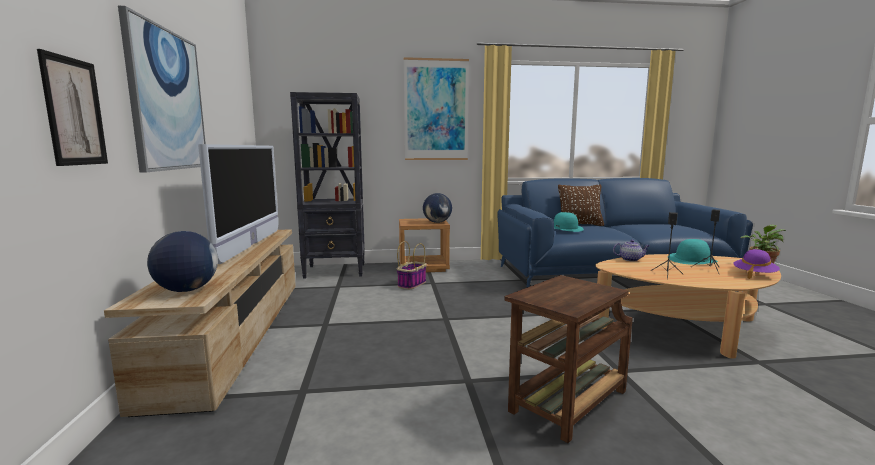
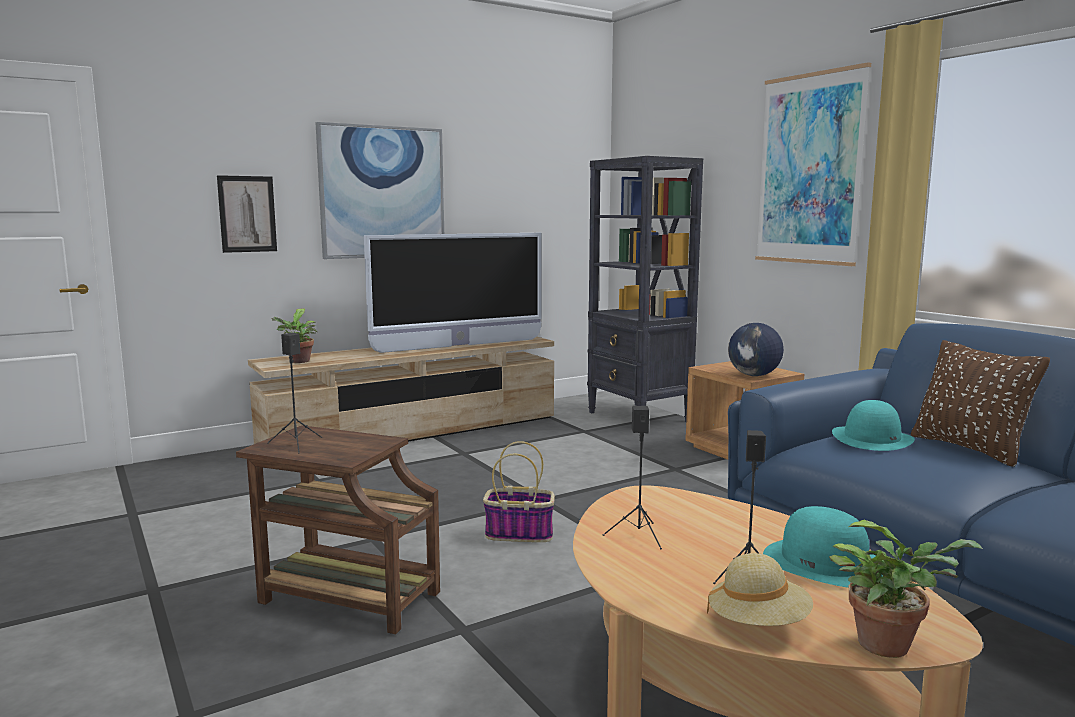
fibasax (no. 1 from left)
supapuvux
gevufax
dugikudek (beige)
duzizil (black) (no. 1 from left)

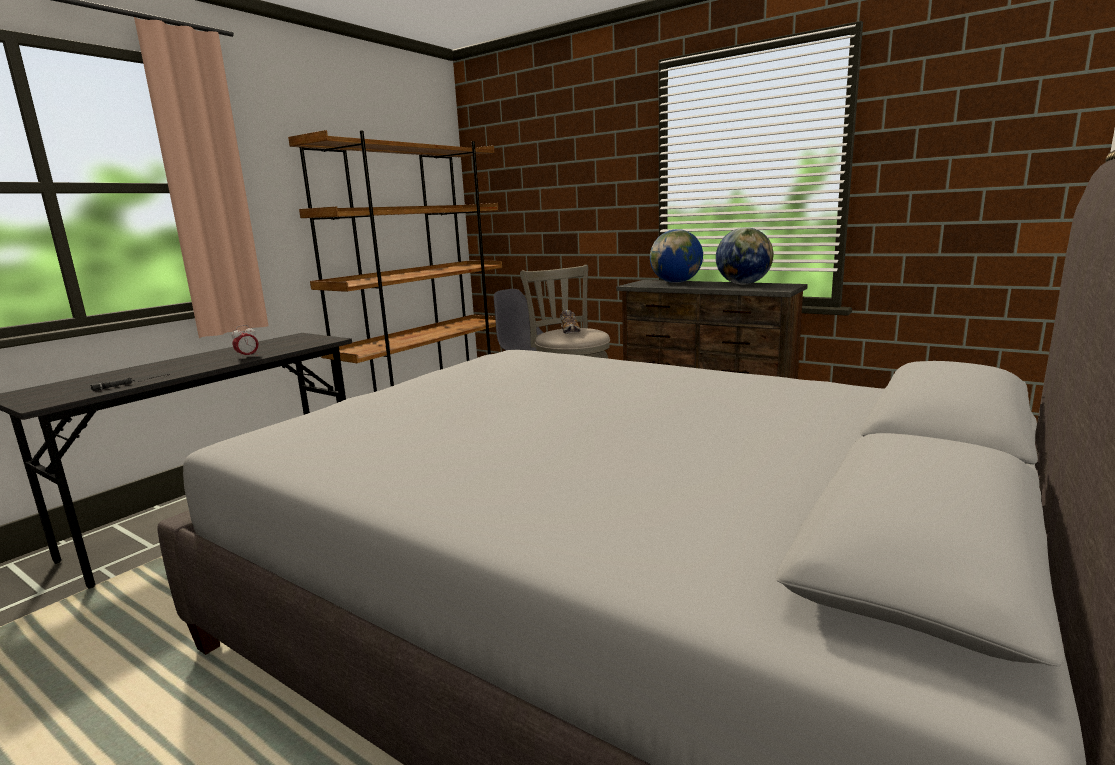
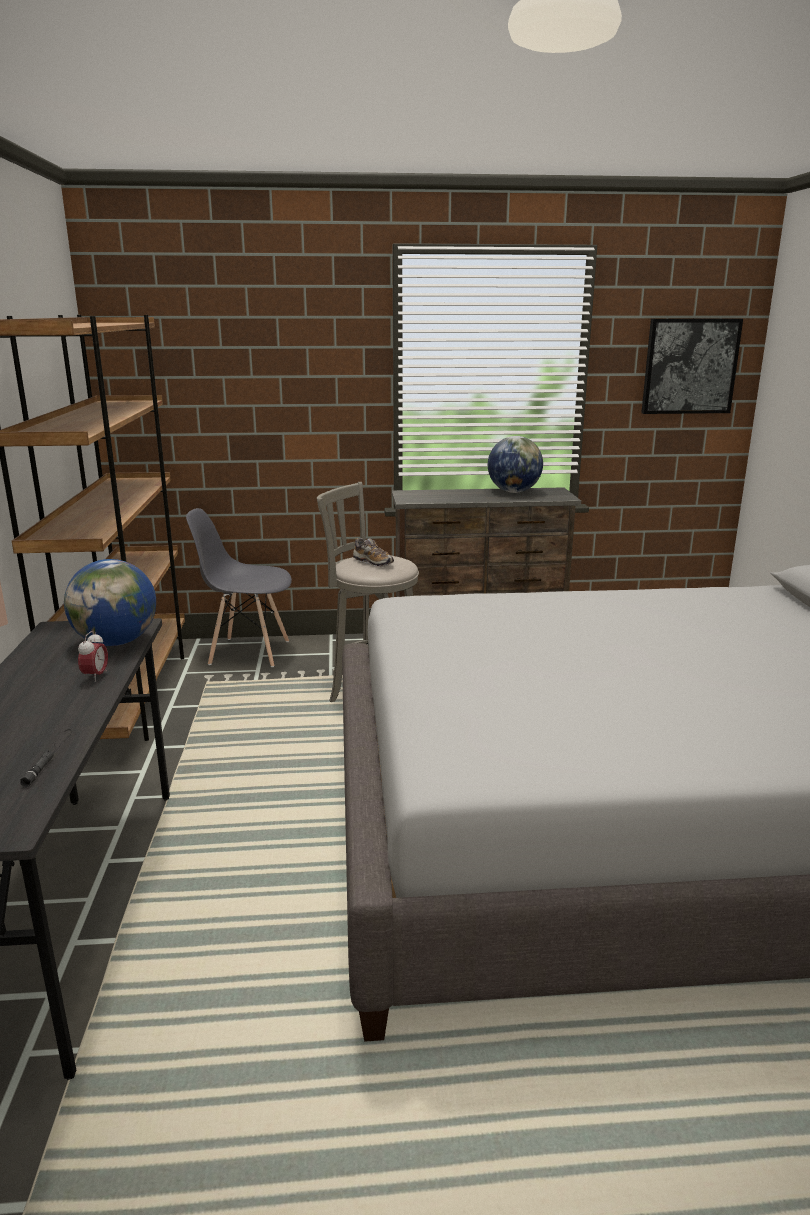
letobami (no. 1 from left)
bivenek

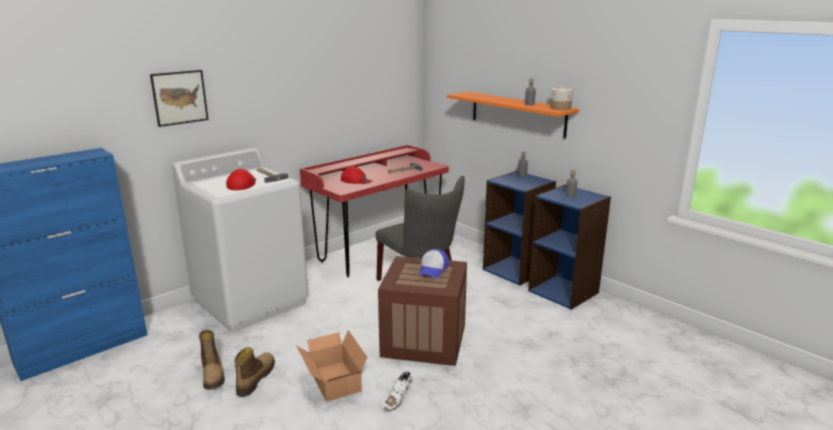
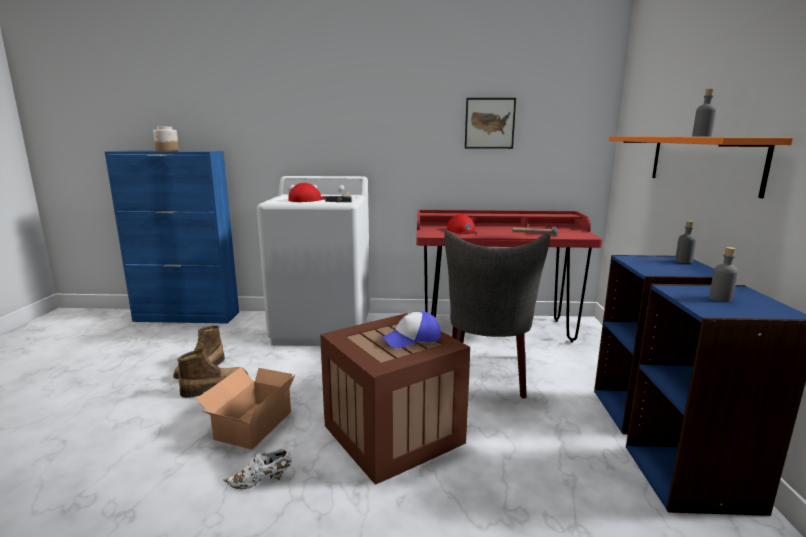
bivenek
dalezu

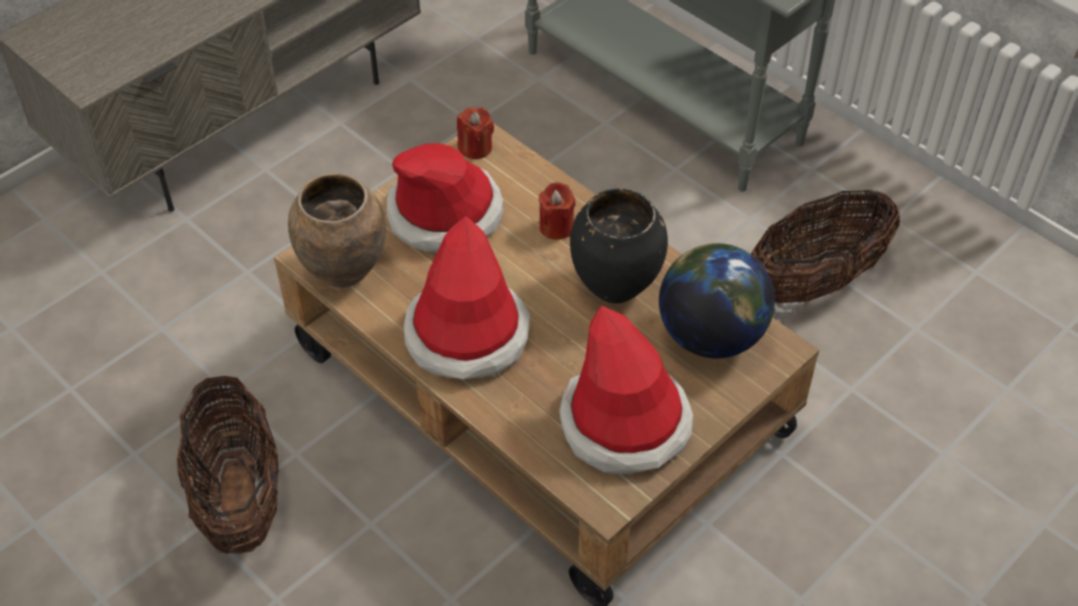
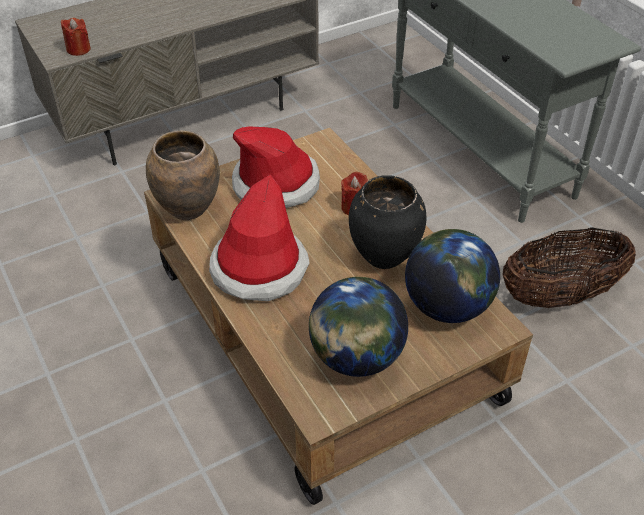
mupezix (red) (no. 1 from left)
letobami (no. 1 from left)
gevufax (no. 1 from left in the first image)

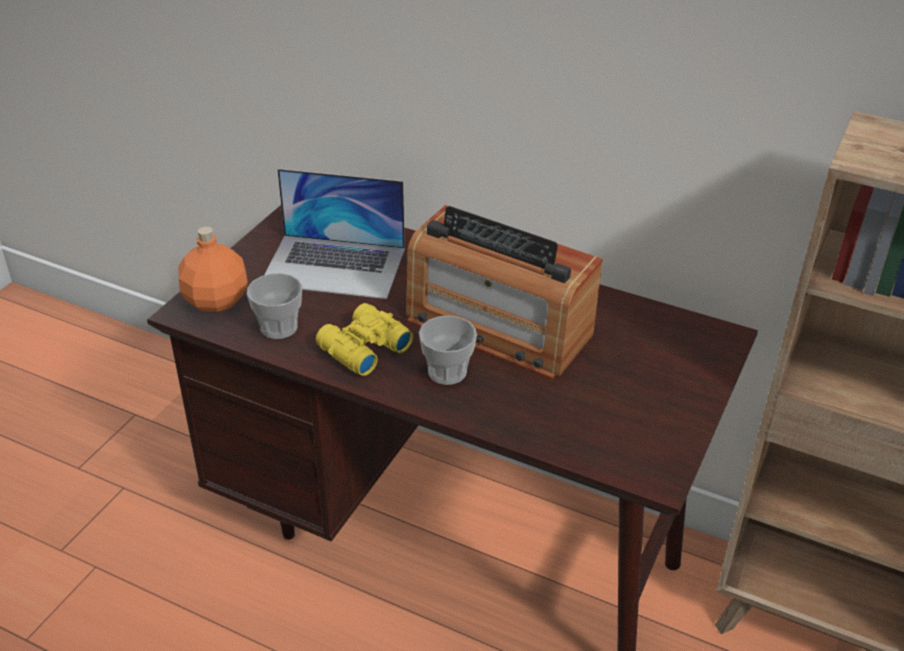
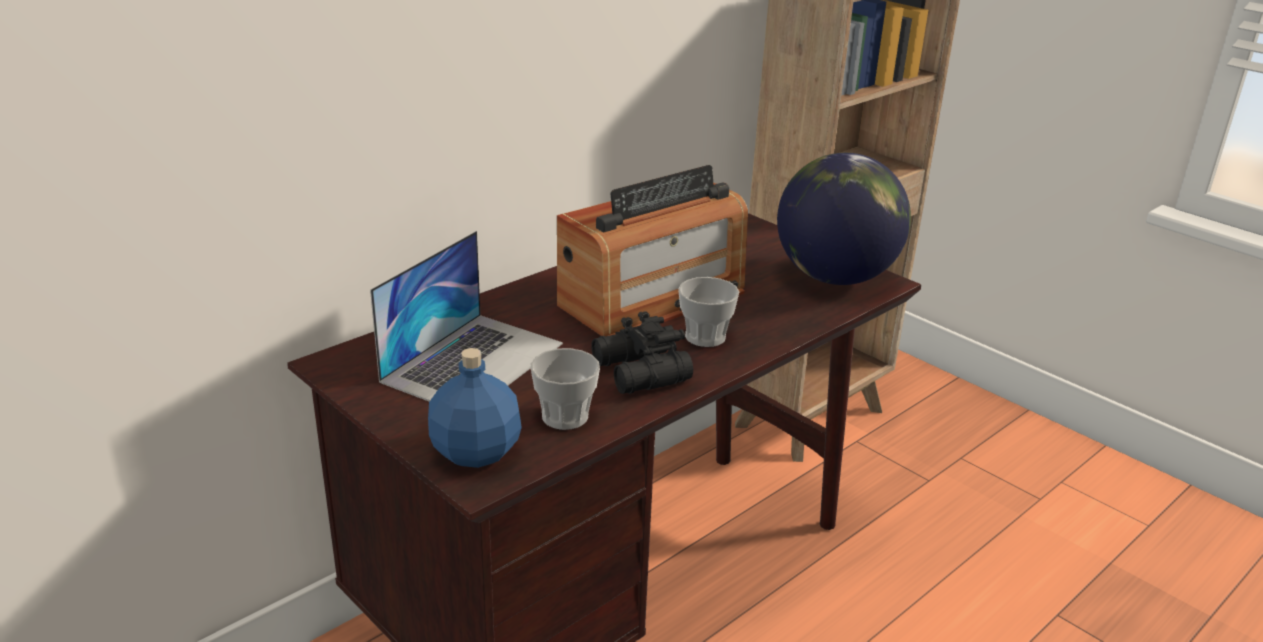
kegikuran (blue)
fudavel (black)
letobami

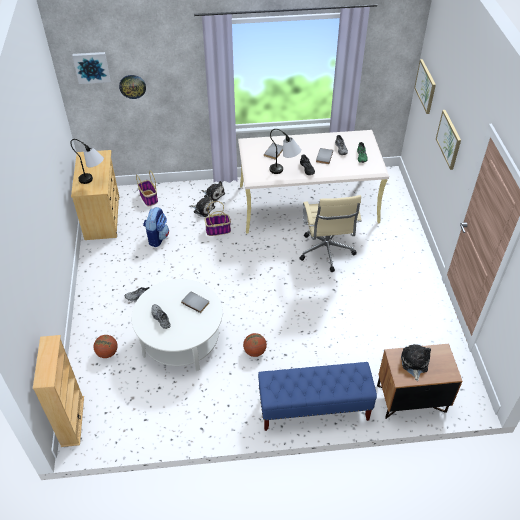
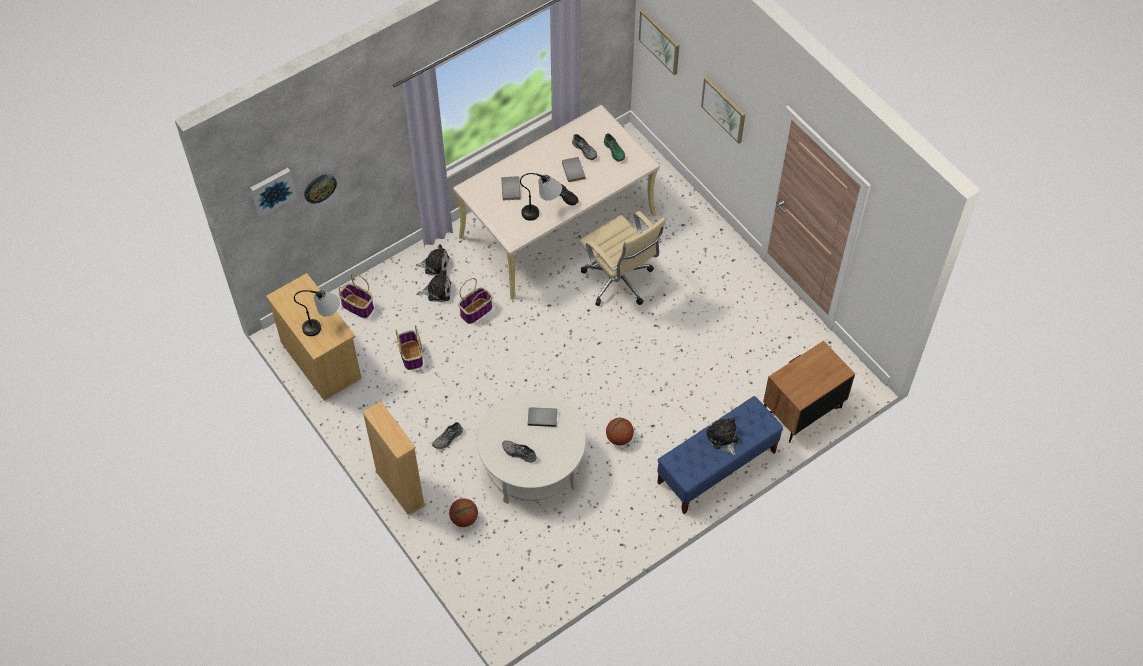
gevufax (no. 2 from left)
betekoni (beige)
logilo (no. 3 from left)

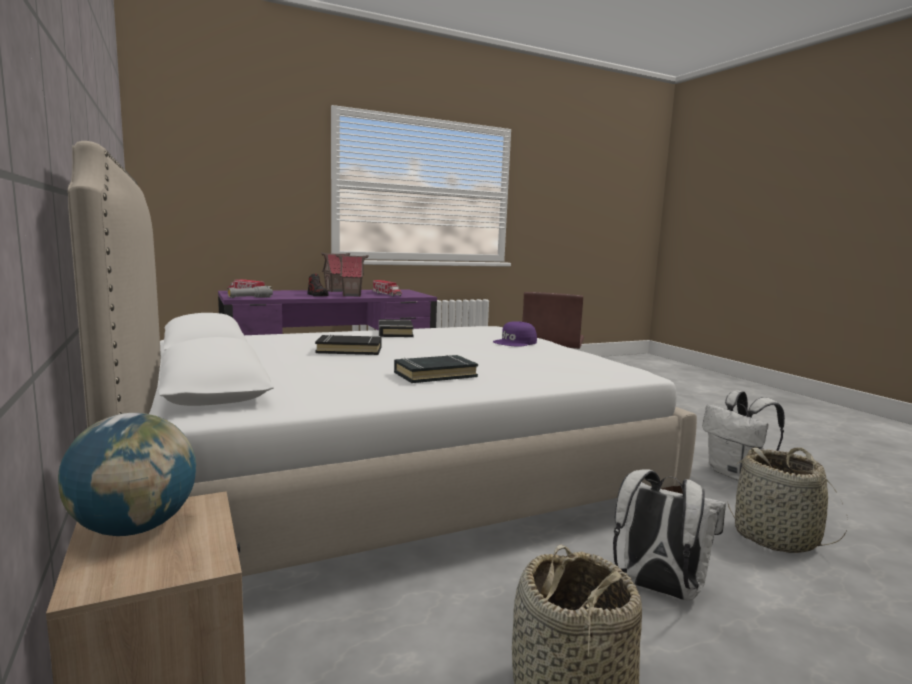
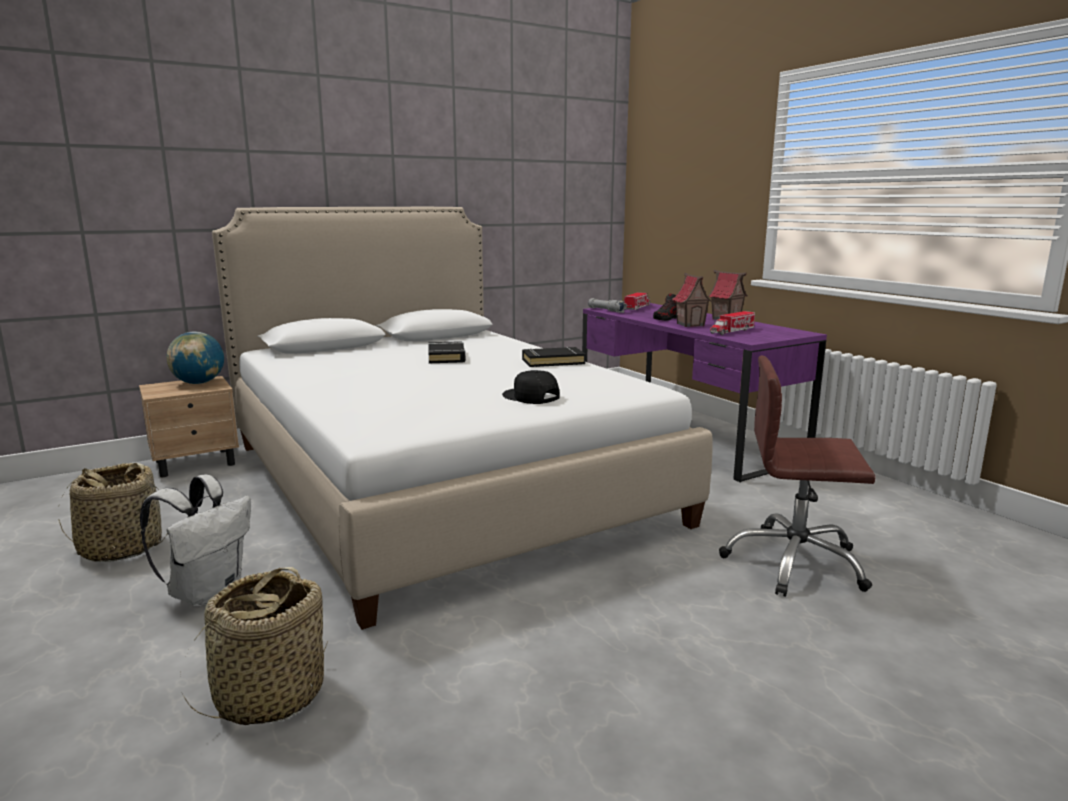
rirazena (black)
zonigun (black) (no. 3 from left in the first image)
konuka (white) (no. 2 from left in the first image)

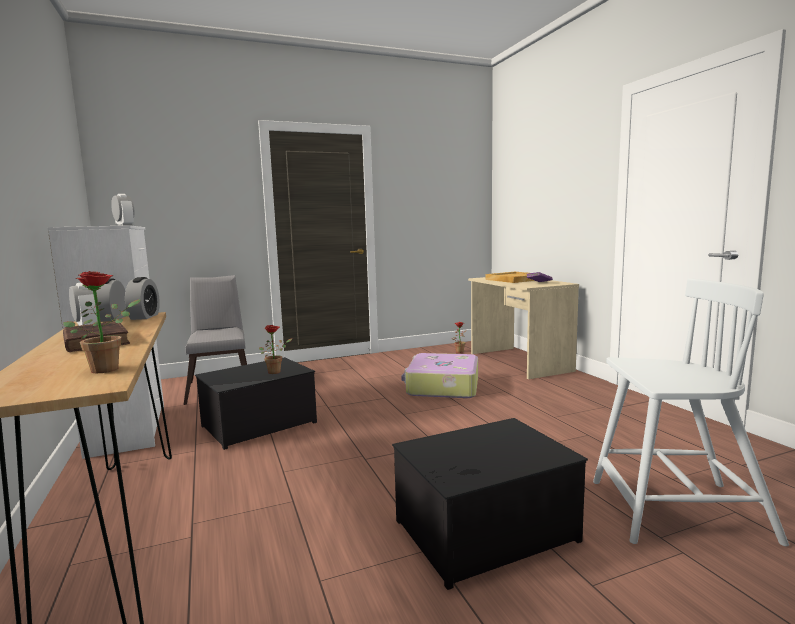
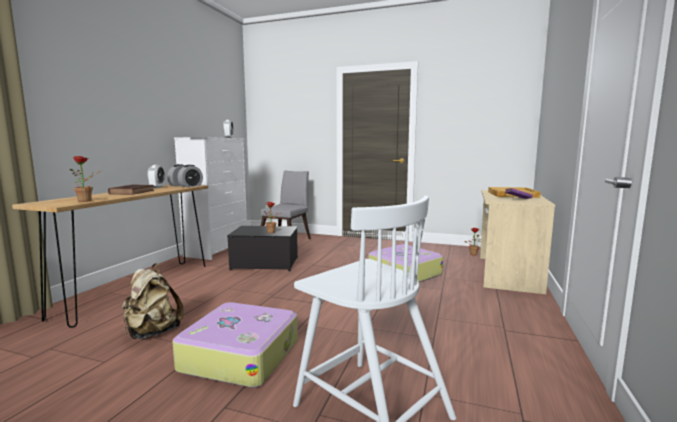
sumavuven (no. 1 from left)
konuka (beige)

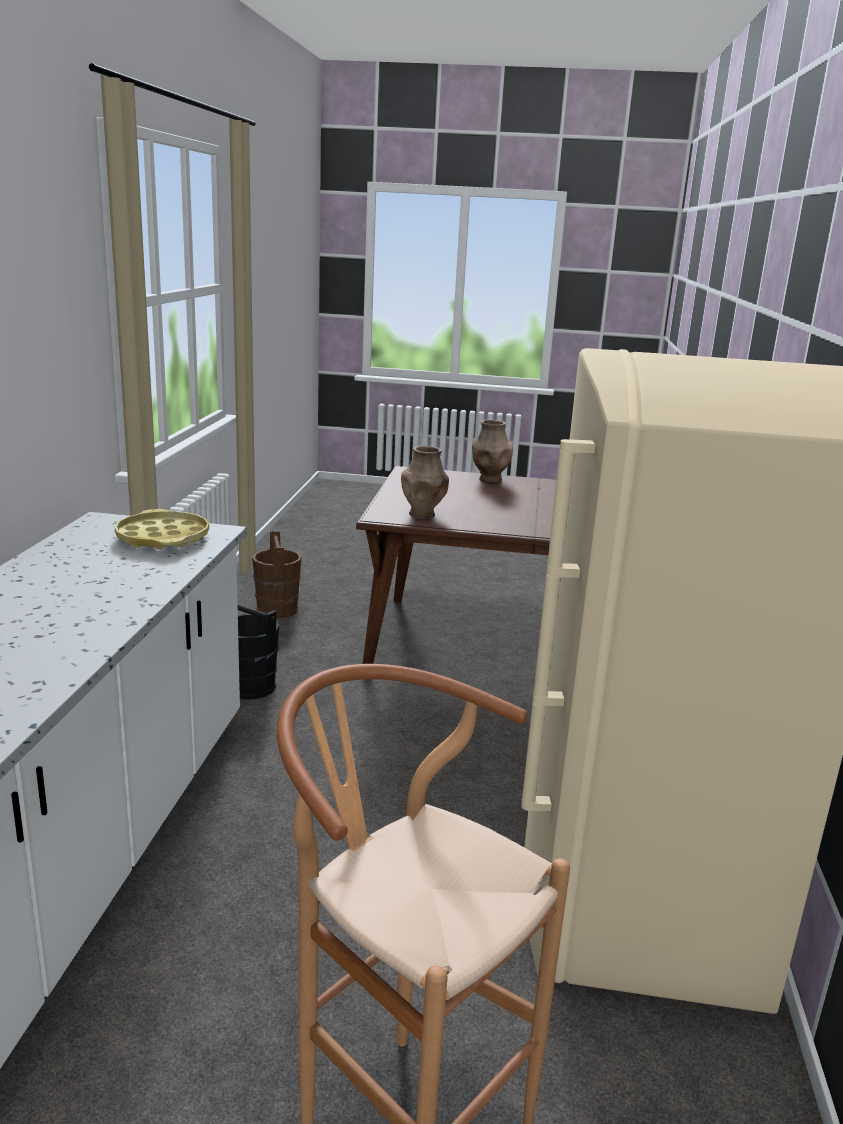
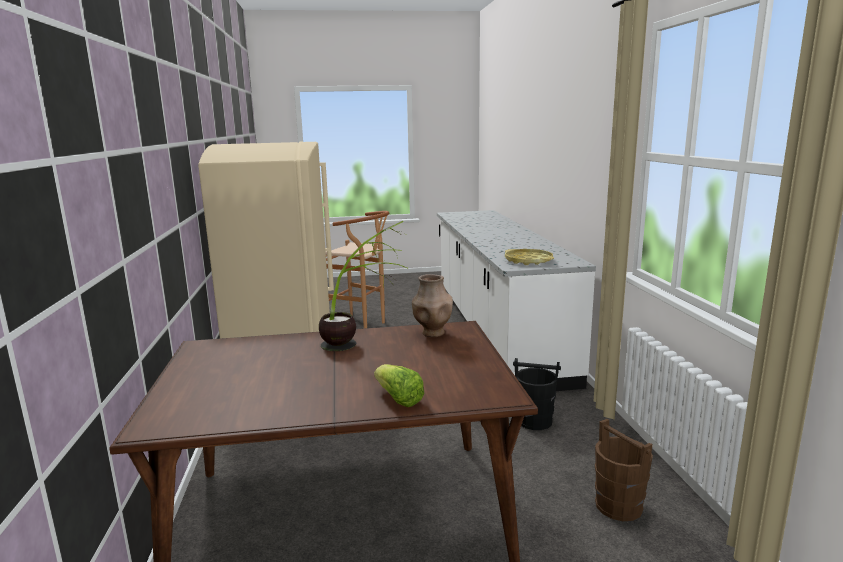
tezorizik
fibasax

